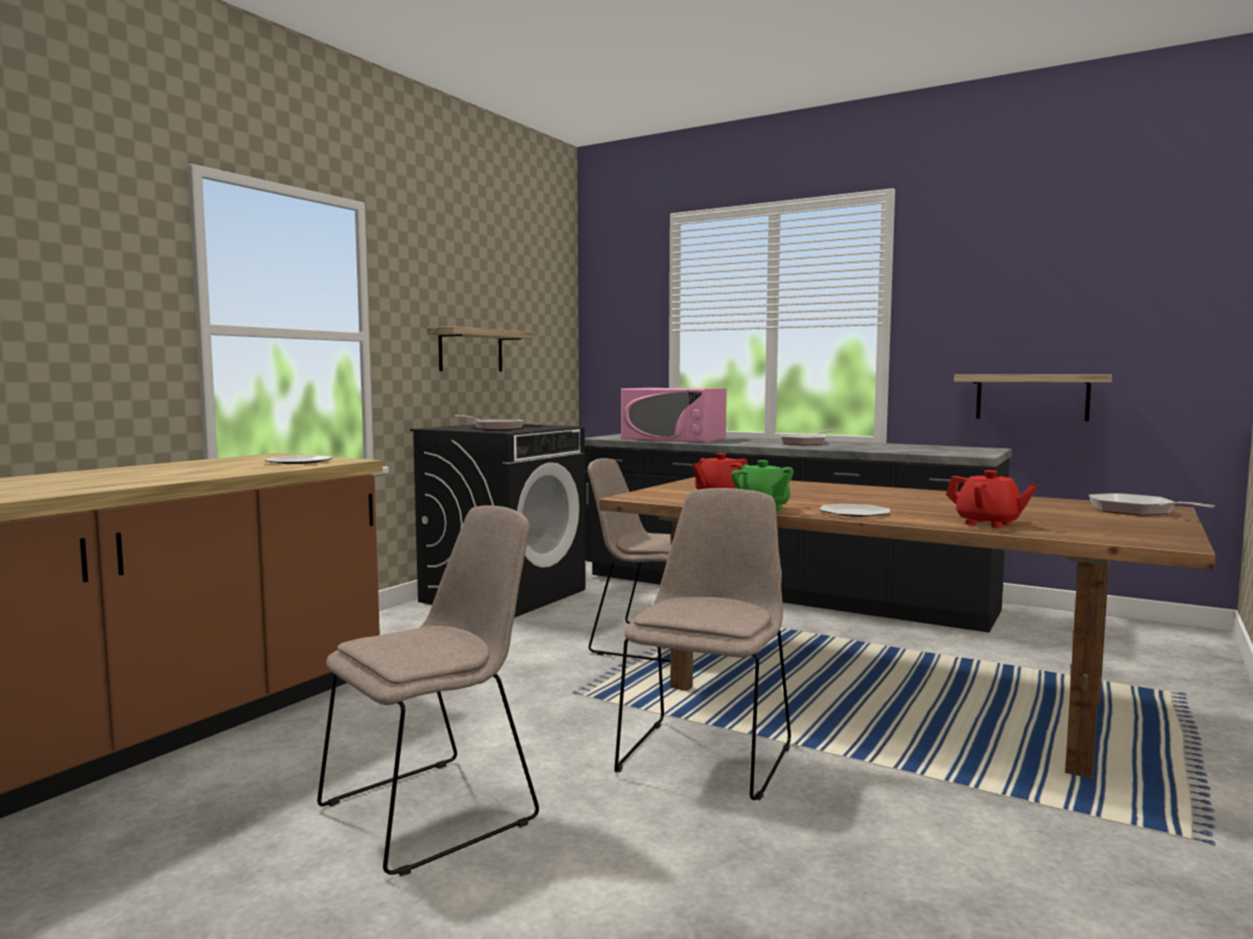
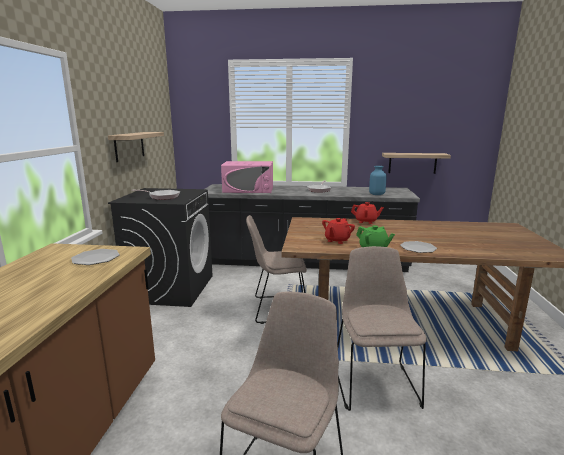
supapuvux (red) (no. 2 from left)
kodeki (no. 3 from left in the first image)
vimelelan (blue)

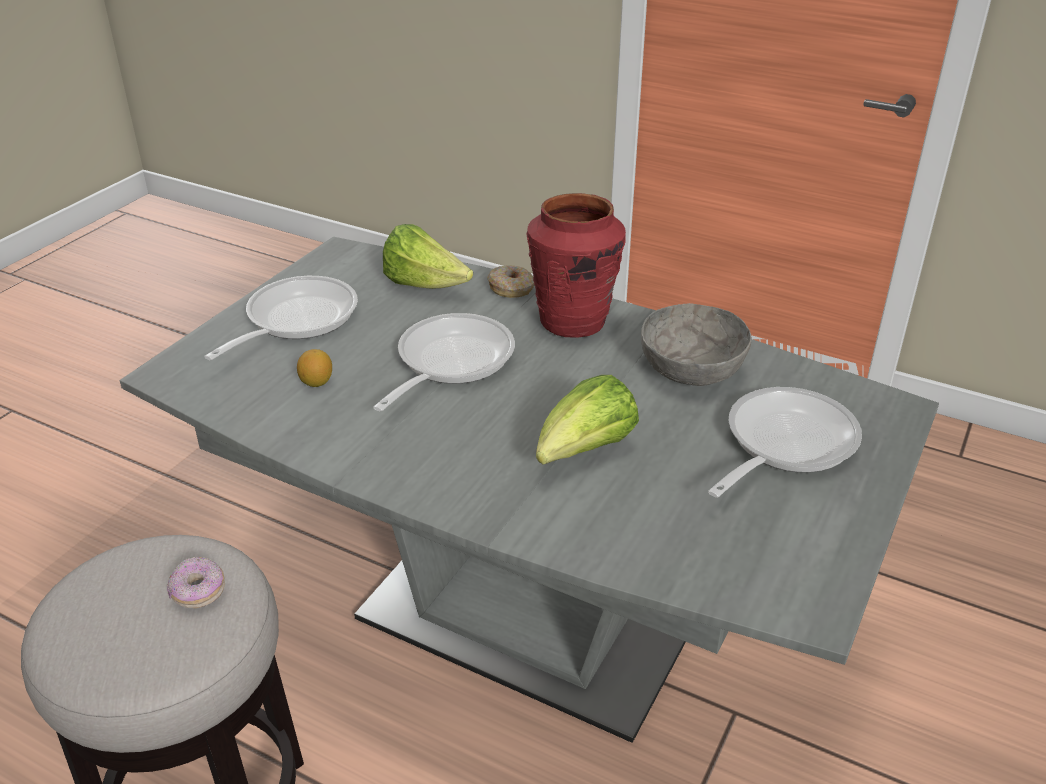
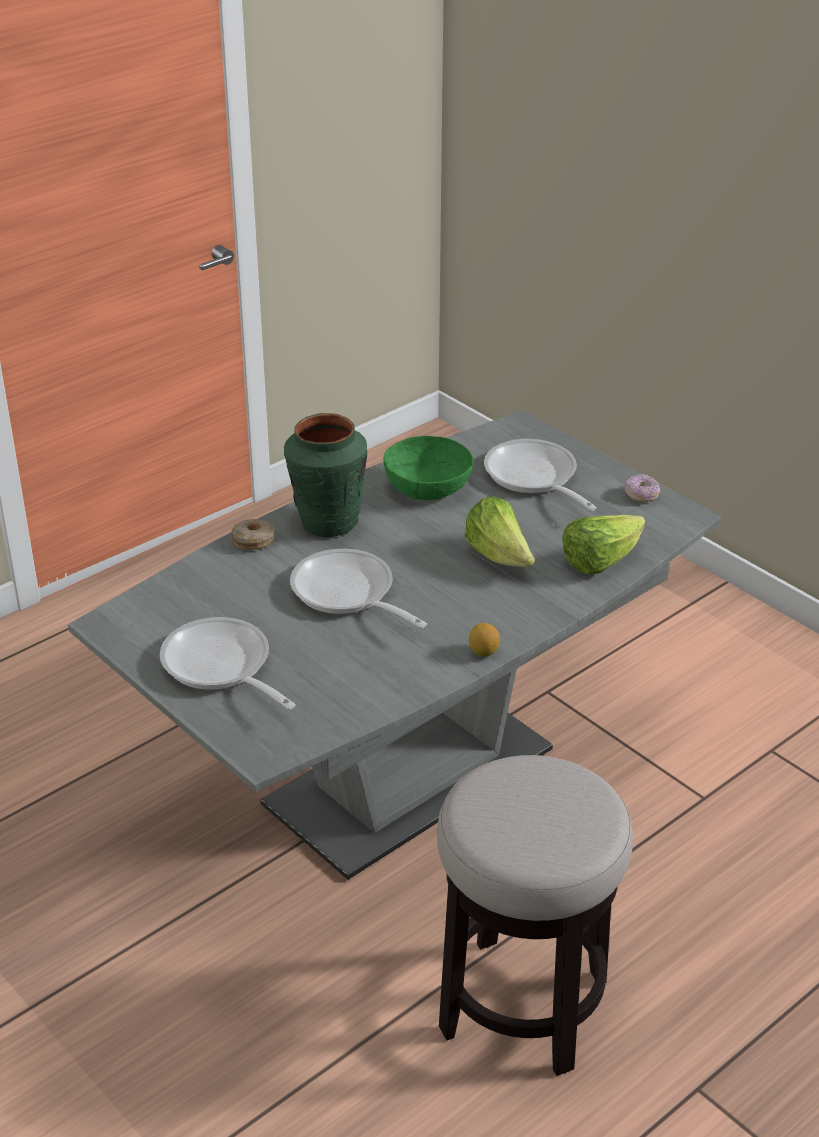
vimelelan (green)
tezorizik (no. 2 from left)
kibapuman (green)
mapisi
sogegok (no. 2 from left)

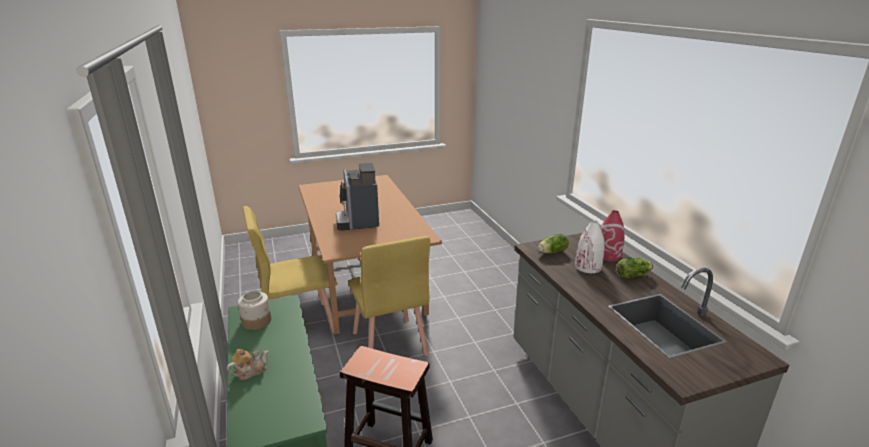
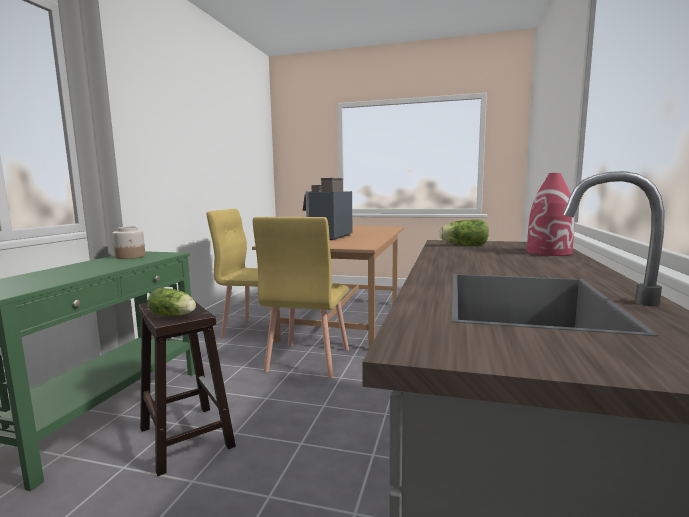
vimelelan (white)
tezorizik (no. 1 from left)
supapuvux

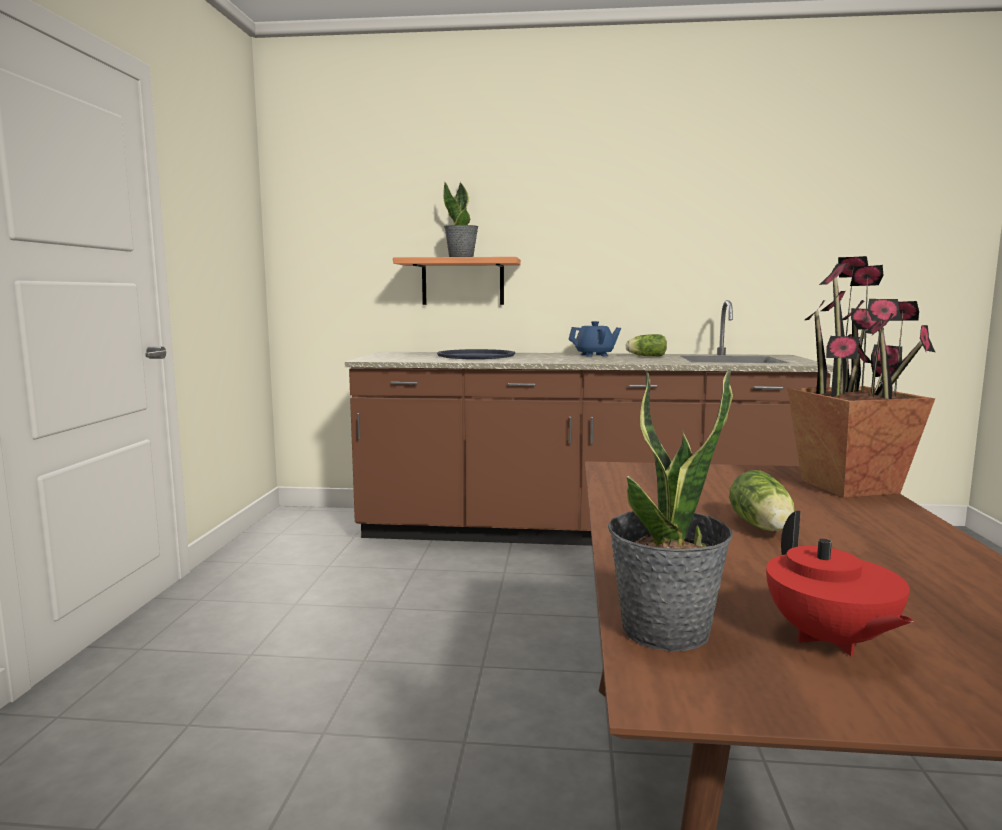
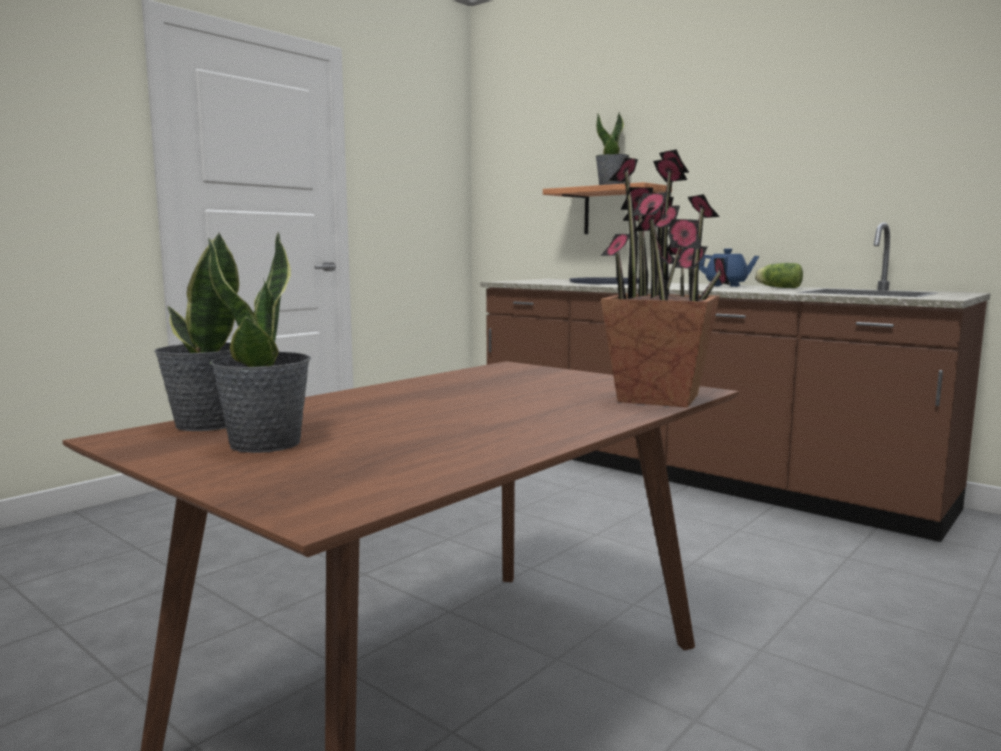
tezorizik (no. 2 from left in the first image)
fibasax (no. 2 from left)

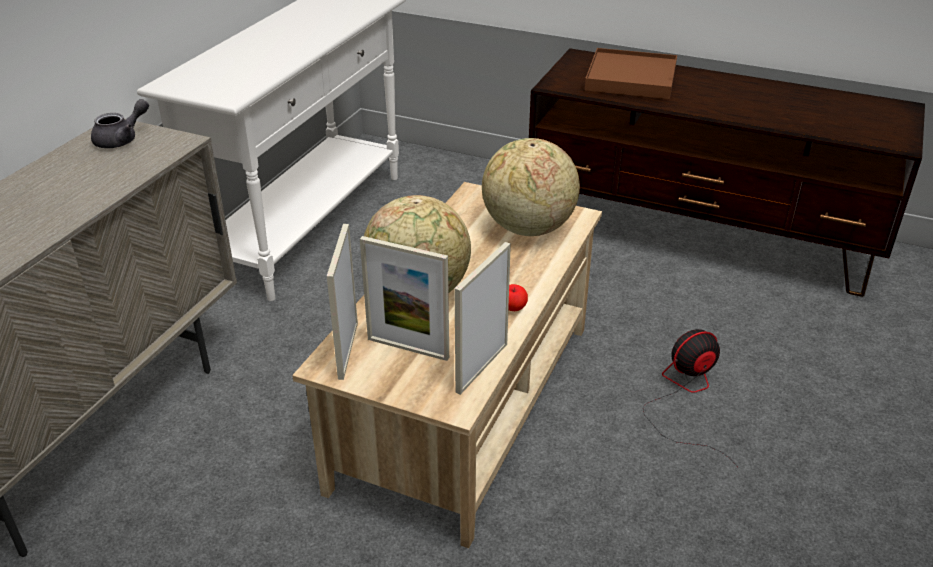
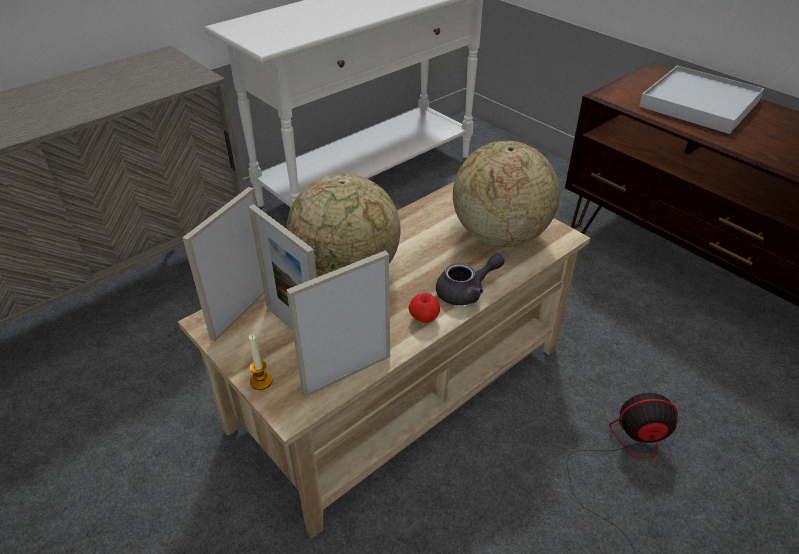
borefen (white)
supapuvux (grey)
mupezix

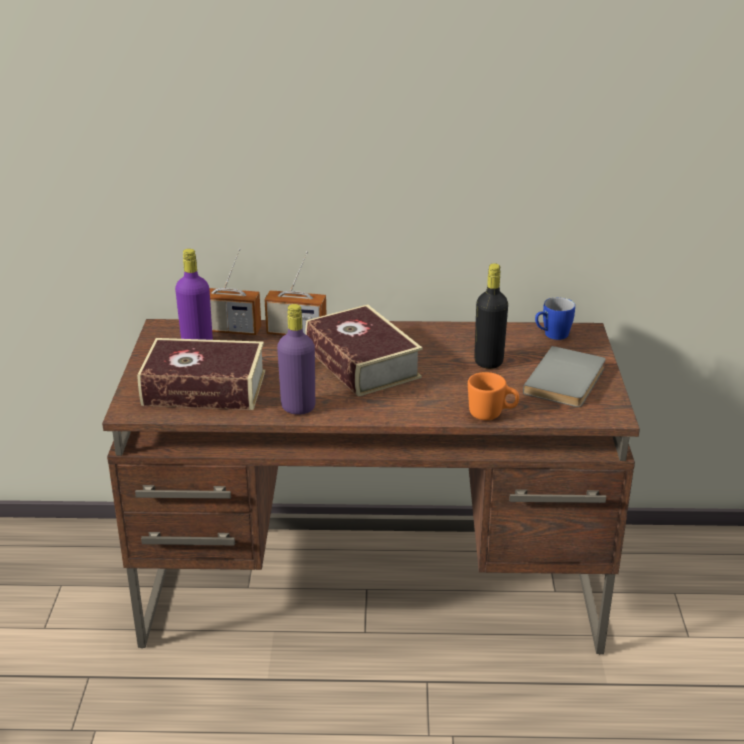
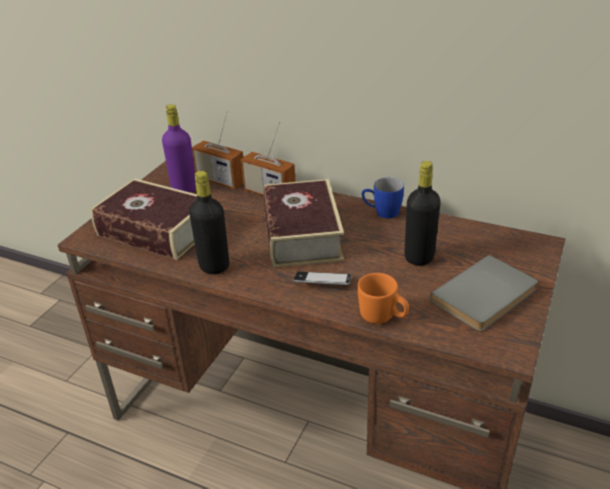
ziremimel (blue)
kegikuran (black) (no. 1 from left)
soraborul

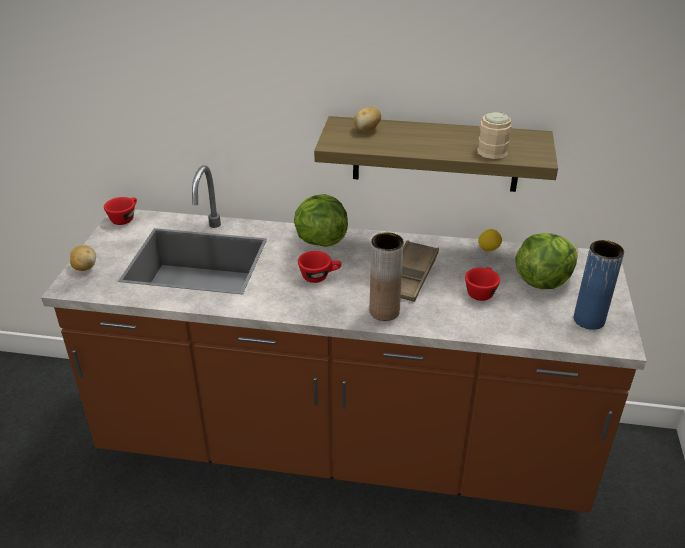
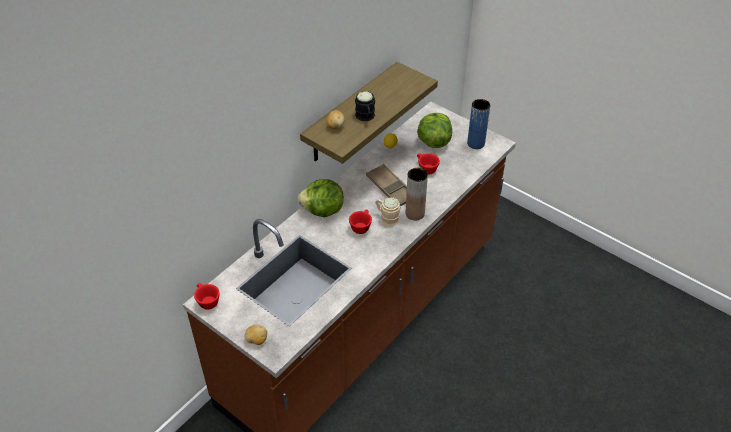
ziremimel (beige)
ziremimel (black)

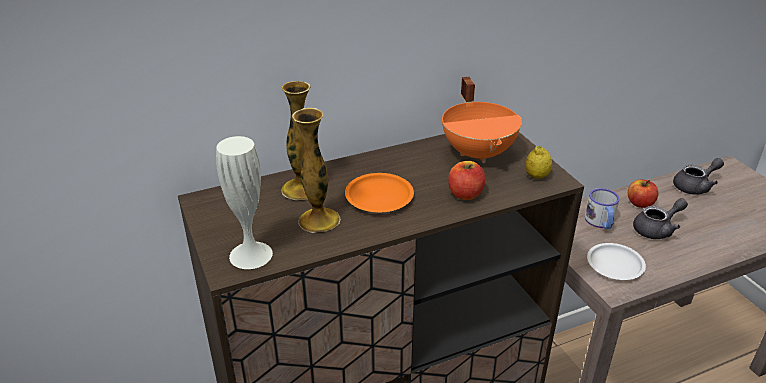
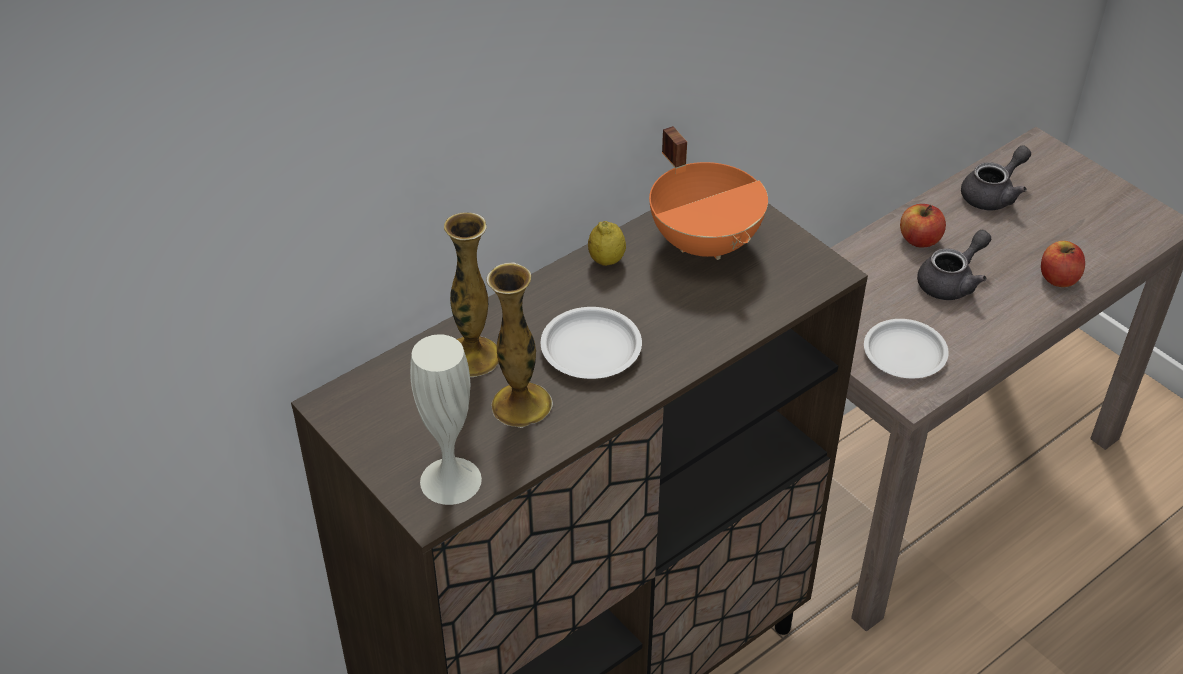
mapisi
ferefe (no. 2 from left)
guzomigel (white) (no. 1 from left)
ziremimel

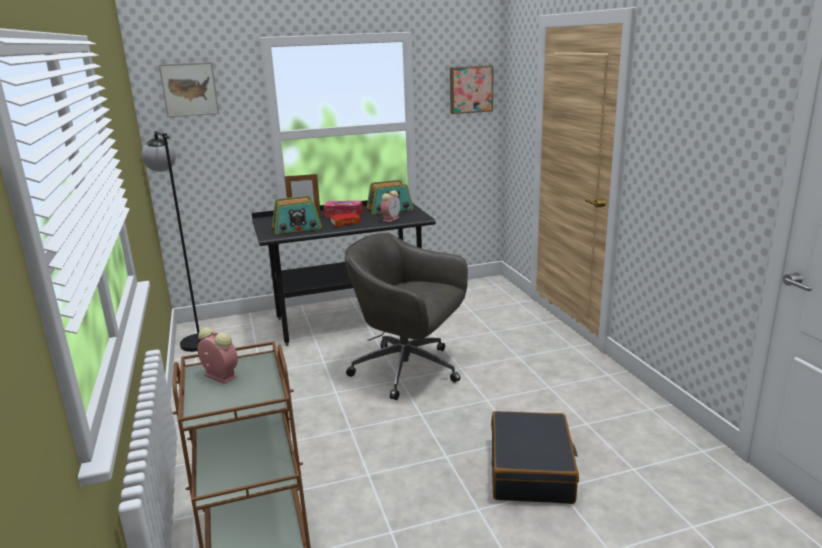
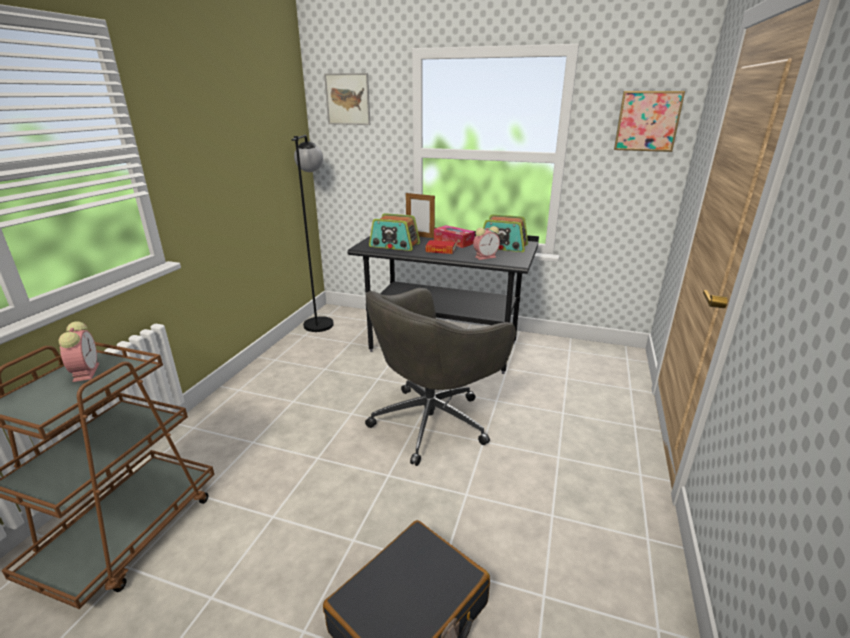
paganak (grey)

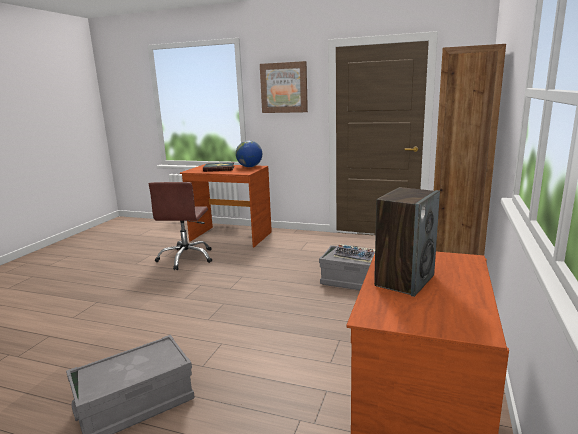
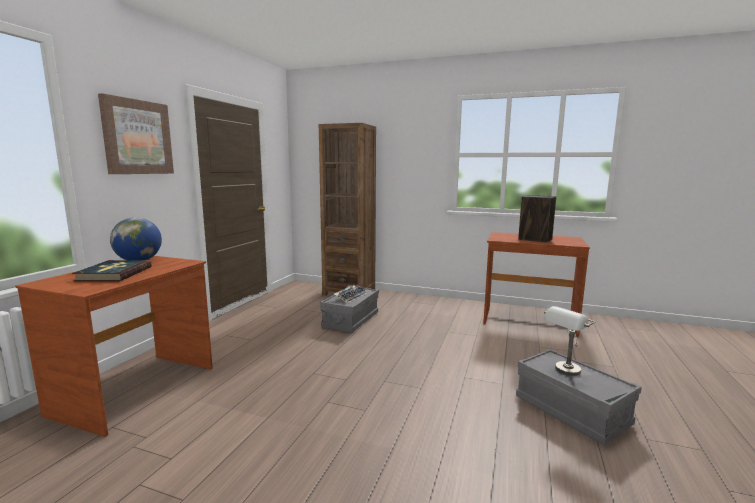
paganak (brown)
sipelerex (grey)

